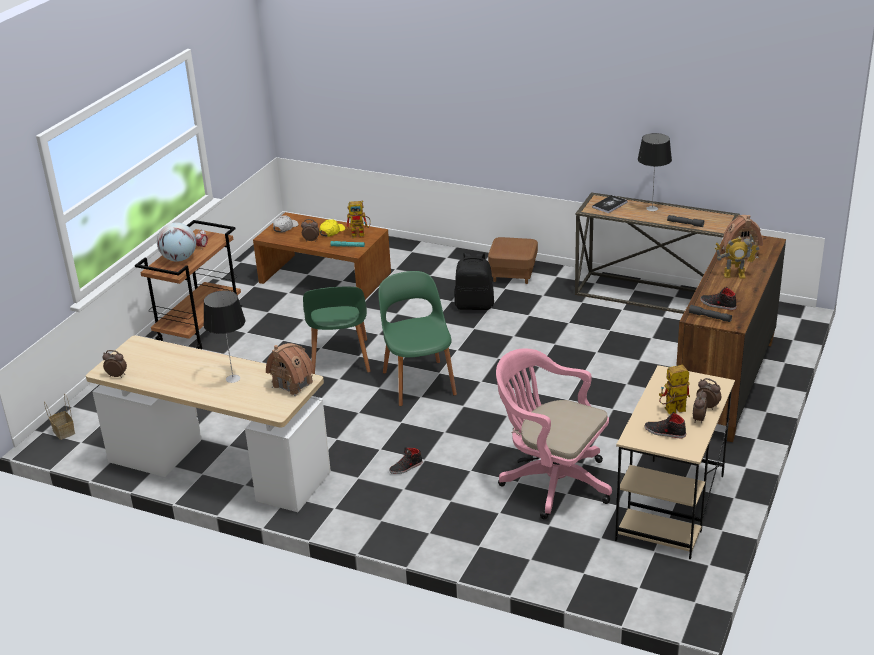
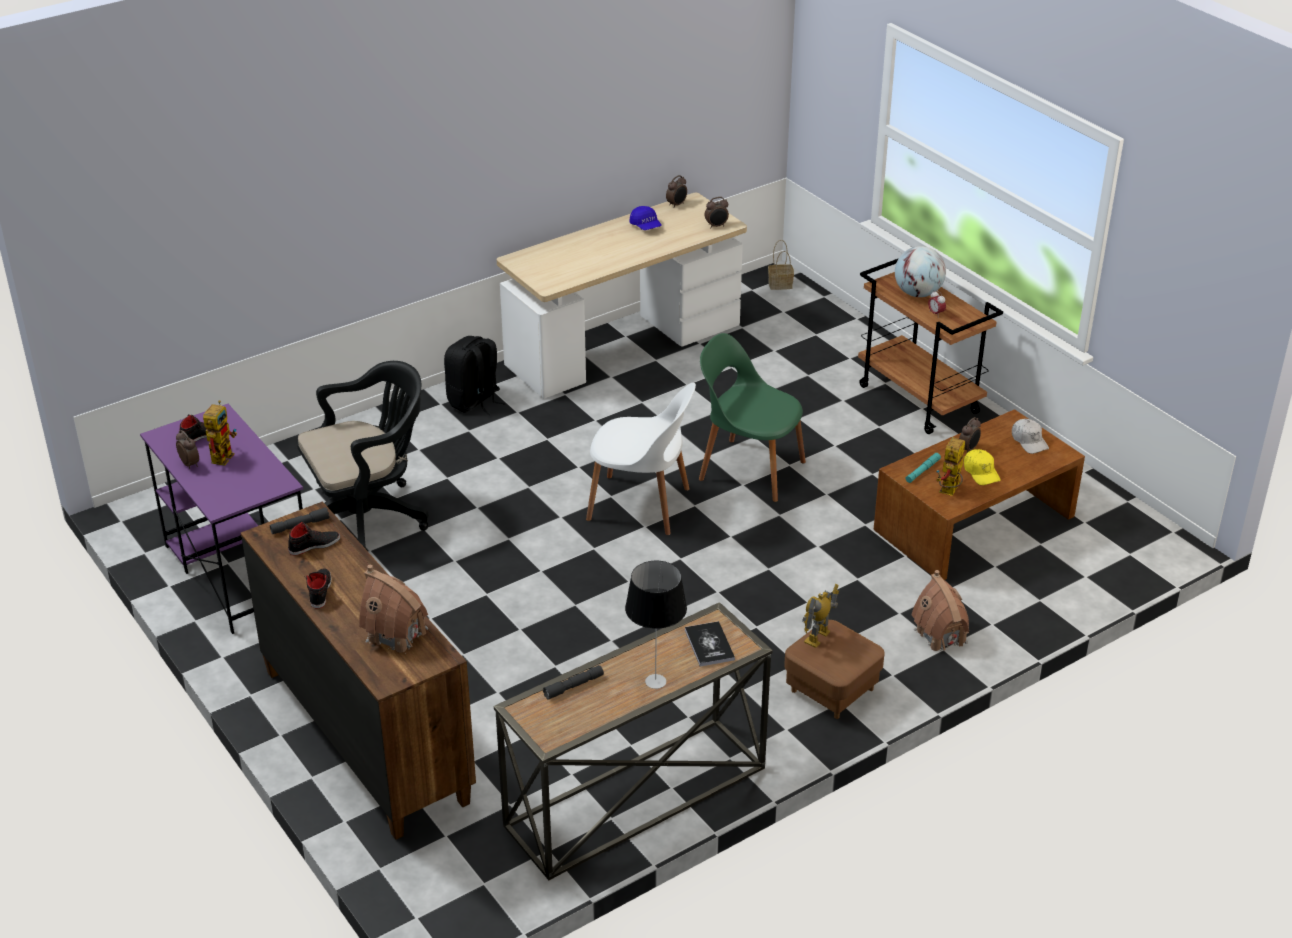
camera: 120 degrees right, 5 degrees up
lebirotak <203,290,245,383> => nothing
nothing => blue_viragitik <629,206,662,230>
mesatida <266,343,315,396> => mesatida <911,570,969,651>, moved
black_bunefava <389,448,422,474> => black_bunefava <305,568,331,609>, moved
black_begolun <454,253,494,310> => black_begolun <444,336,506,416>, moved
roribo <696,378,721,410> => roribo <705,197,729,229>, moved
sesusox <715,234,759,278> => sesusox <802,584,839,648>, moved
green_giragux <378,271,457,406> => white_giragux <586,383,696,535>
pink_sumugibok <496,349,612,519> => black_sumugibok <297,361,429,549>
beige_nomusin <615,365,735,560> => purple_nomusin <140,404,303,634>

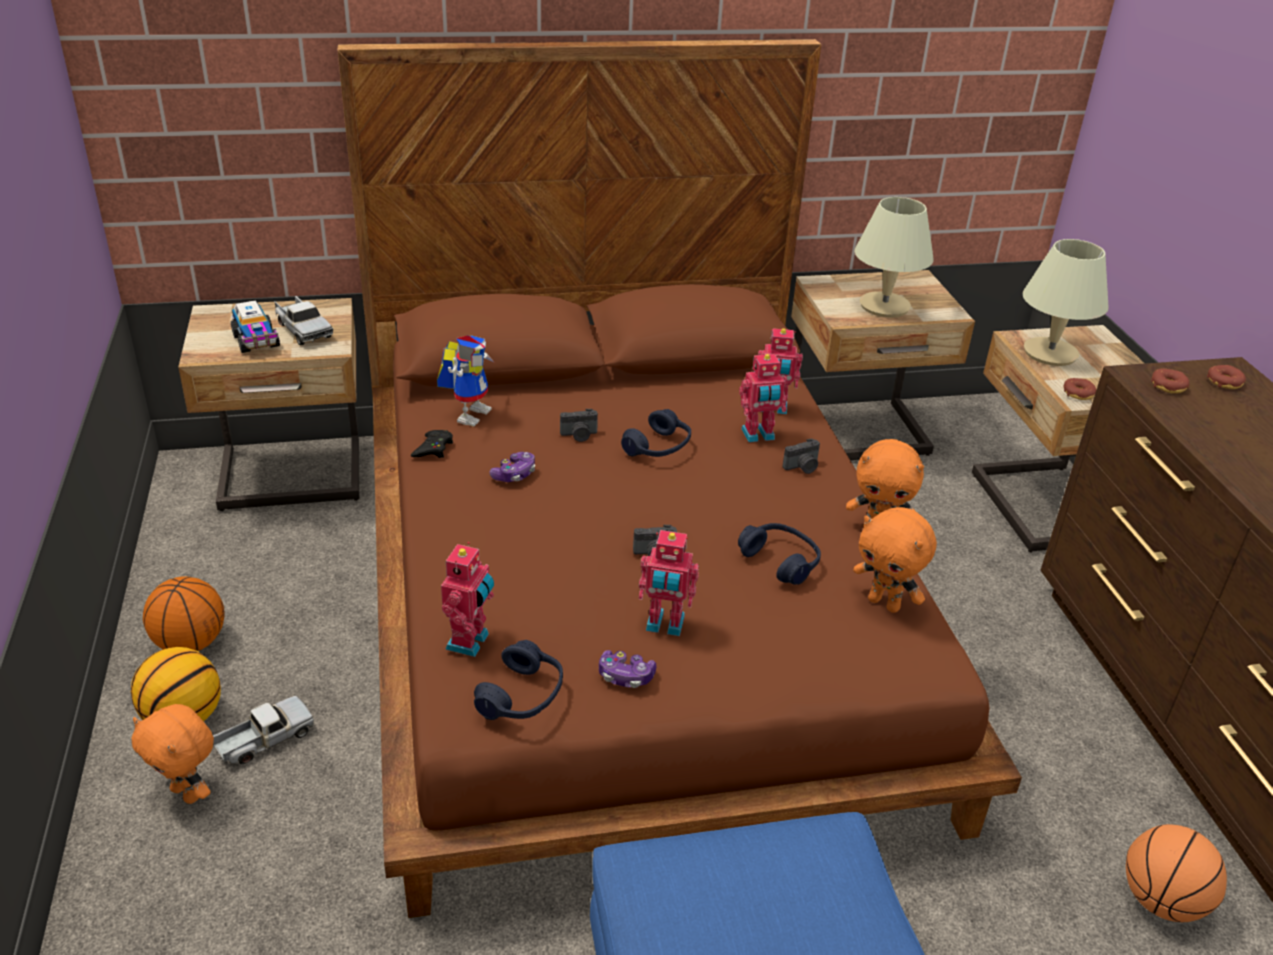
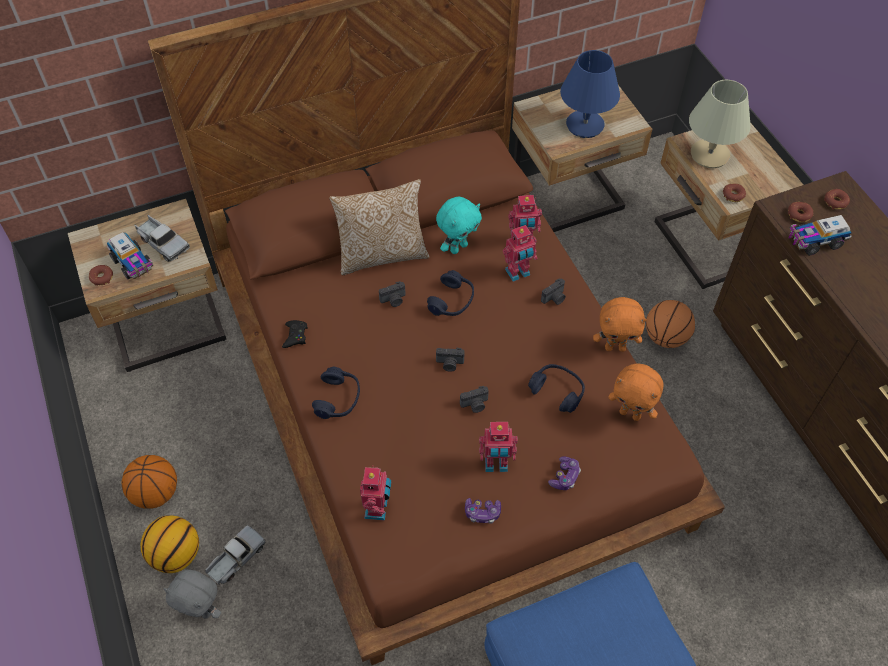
camera: 10 degrees left, 20 degrees up
sesusox <437,335,495,427> => nothing
nothing => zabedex <89,265,113,286>
nothing => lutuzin <329,179,430,275>
nothing => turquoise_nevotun <436,197,482,254>
nothing => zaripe <436,347,464,372>
nothing => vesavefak <788,215,852,256>
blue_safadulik <474,640,563,720> => blue_safadulik <312,366,360,419>, moved
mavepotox <489,452,535,482> => mavepotox <548,456,581,490>, moved
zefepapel <1126,824,1227,922> => zefepapel <646,300,695,348>, moved
orange_nevotun <131,704,214,804> => grey_nevotun <163,569,221,619>
beige_lebirotak <855,197,934,317> => blue_lebirotak <560,50,620,138>

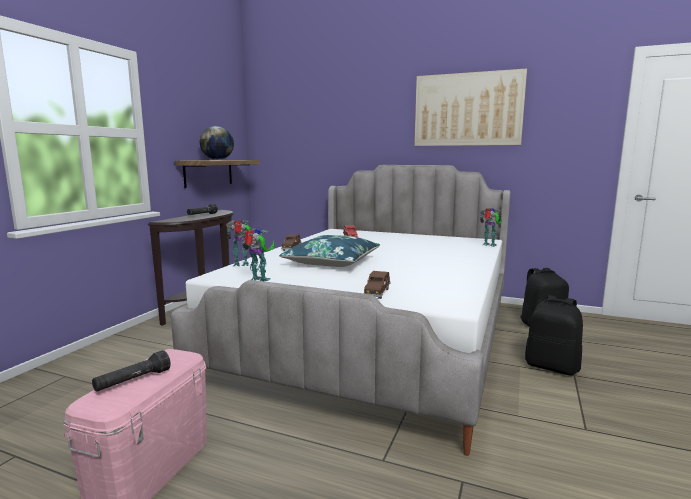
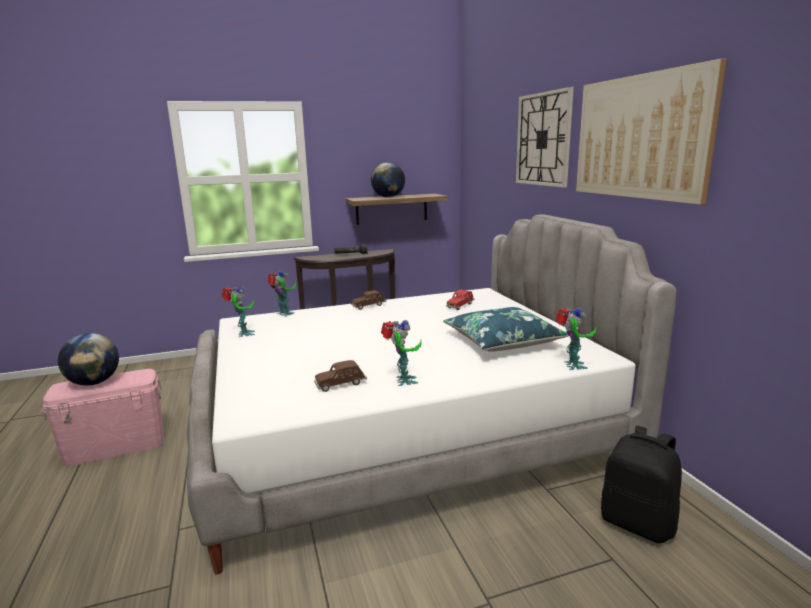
camera: 50 degrees right, 5 degrees up
black_begolun <525,295,583,375> => nothing
nothing => sesusox <381,320,422,386>
nothing => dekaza <516,87,574,188>
blue_lutuzin <279,235,380,267> => blue_lutuzin <443,307,569,352>, moved
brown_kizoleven <363,271,391,299> => brown_kizoleven <314,360,367,392>, moved
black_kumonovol <92,350,171,392> => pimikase <58,333,119,386>

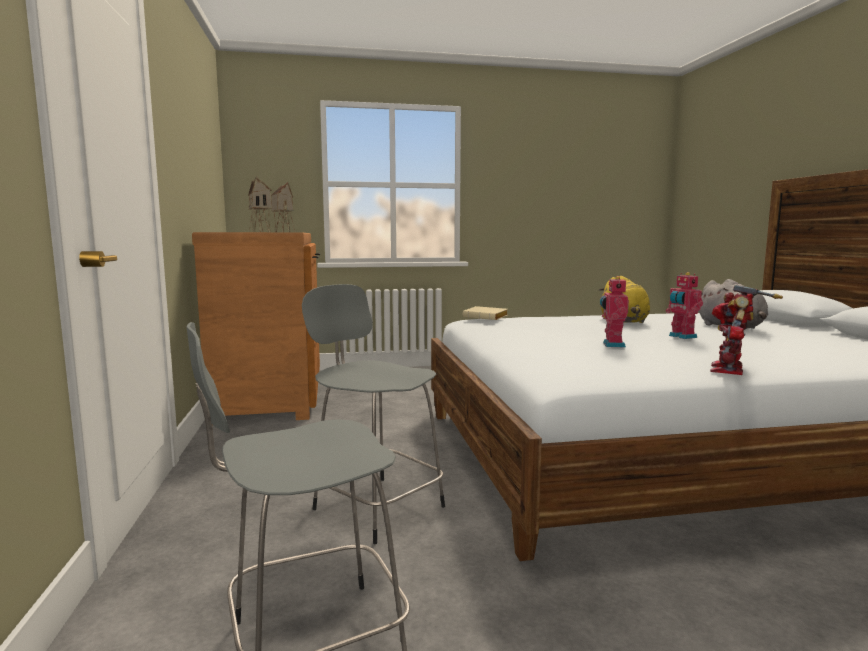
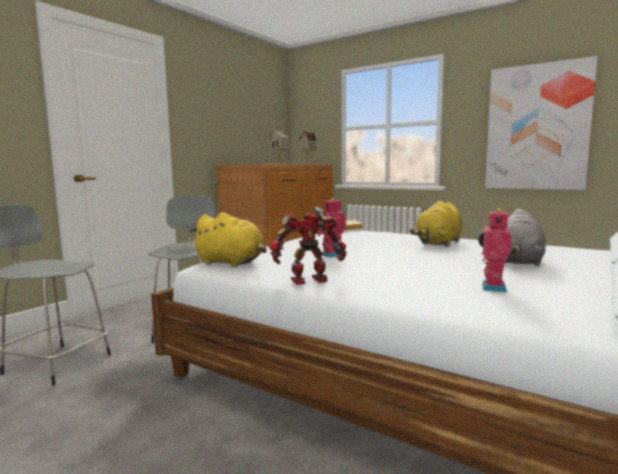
camera: 45 degrees right, 0 degrees up
nothing => yellow_nevotun <190,212,267,267>
nothing => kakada <485,56,597,190>
sesusox <666,272,703,339> => sesusox <478,208,512,292>, moved

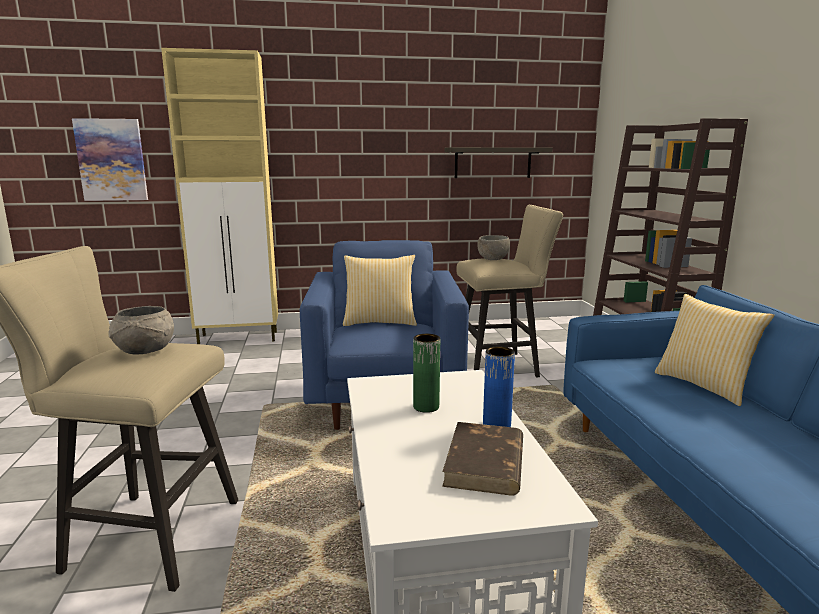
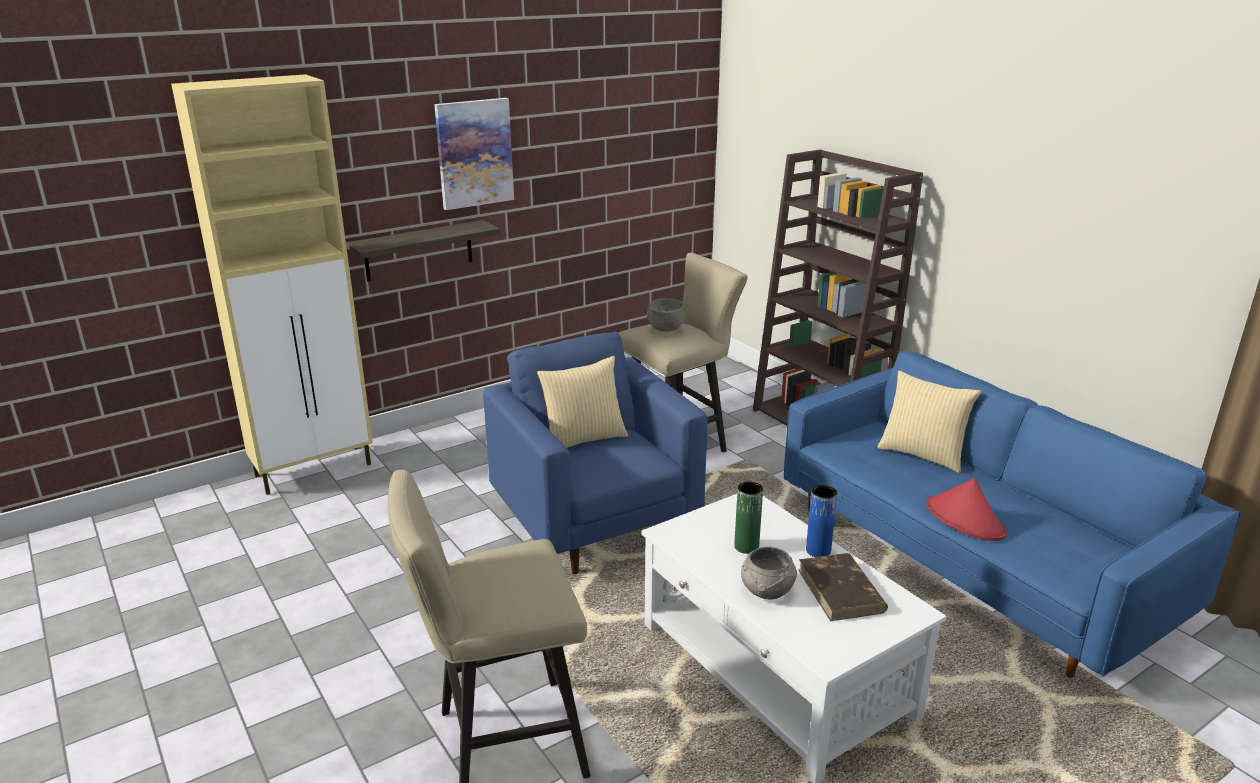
camera: 25 degrees left, 10 degrees up
nothing => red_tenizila <926,478,1007,541>
kakada <72,118,148,201> => kakada <434,98,514,210>, moved
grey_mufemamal <108,306,174,354> => grey_mufemamal <741,547,797,600>, moved
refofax <444,147,553,178> => refofax <346,220,501,282>, moved

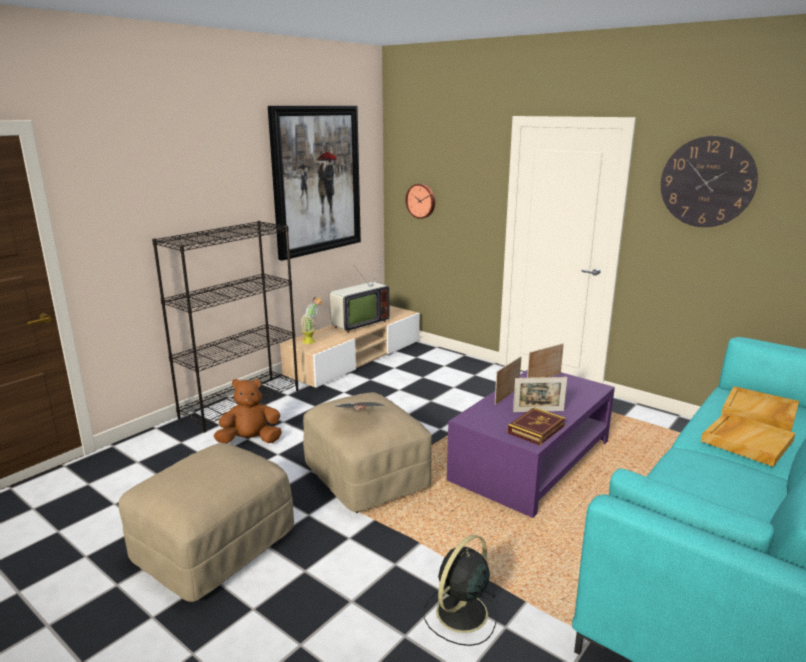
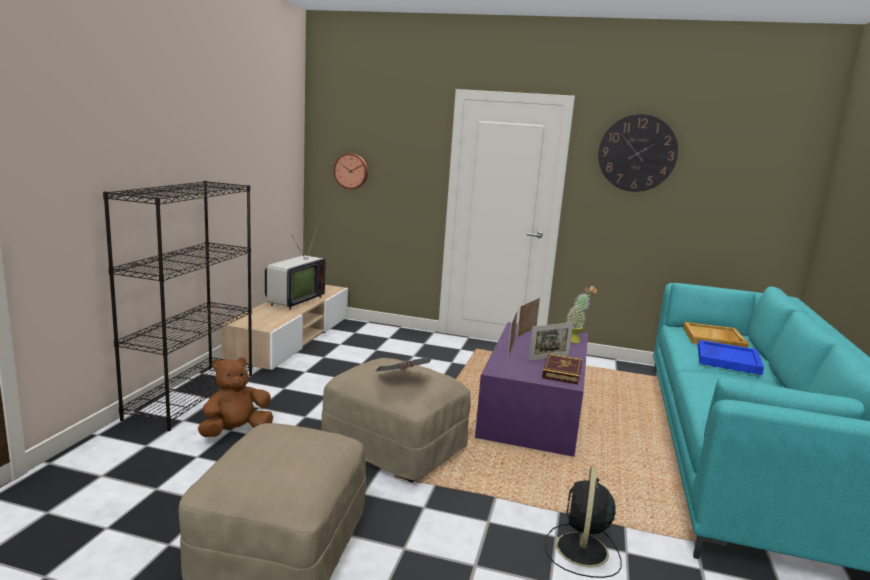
camera: 25 degrees left, 5 degrees down
kakada <268,106,361,261> => nothing
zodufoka <300,297,322,344> => zodufoka <566,286,597,343>, moved
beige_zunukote <701,412,796,467> => blue_zunukote <698,340,764,375>

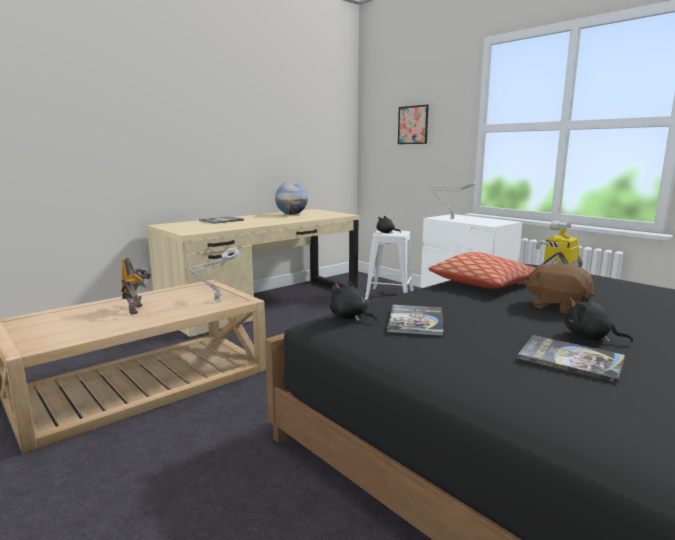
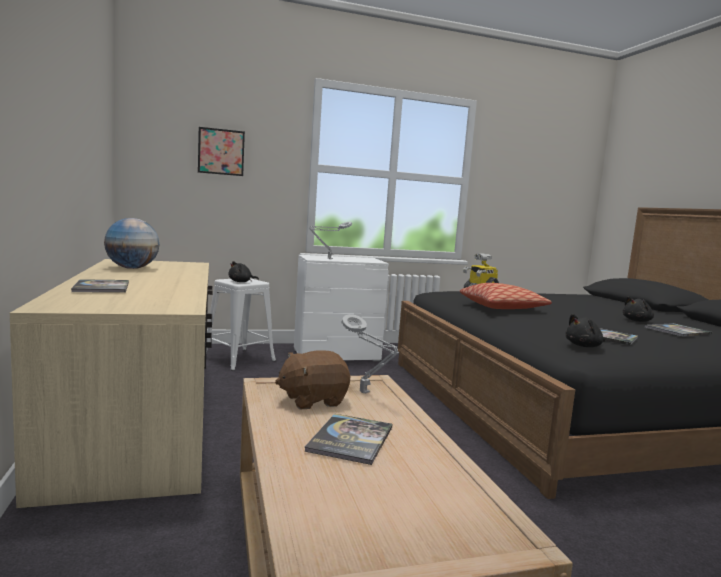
camera: 65 degrees left, 5 degrees down
brown_nevotun <524,263,594,313> => brown_nevotun <275,350,350,409>, moved
sesusox <121,258,152,315> => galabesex <304,414,392,465>

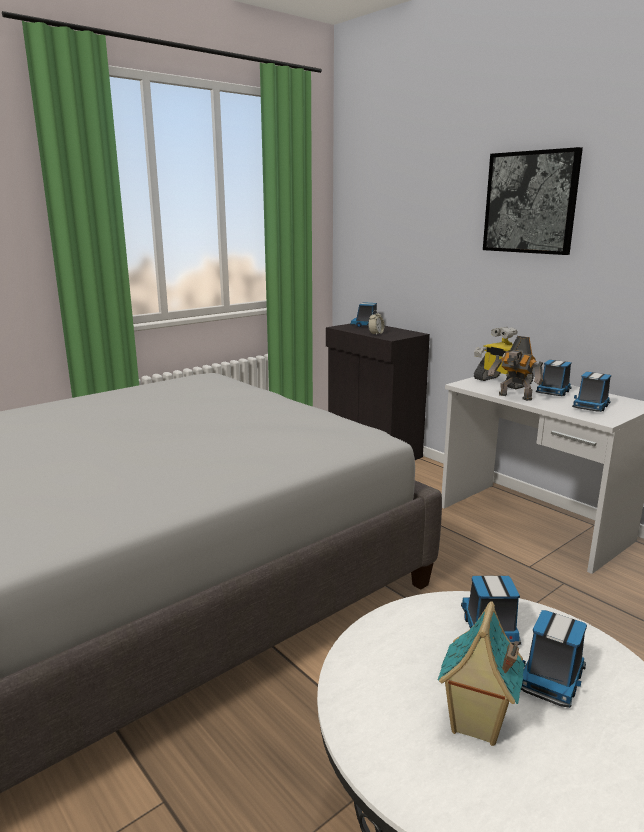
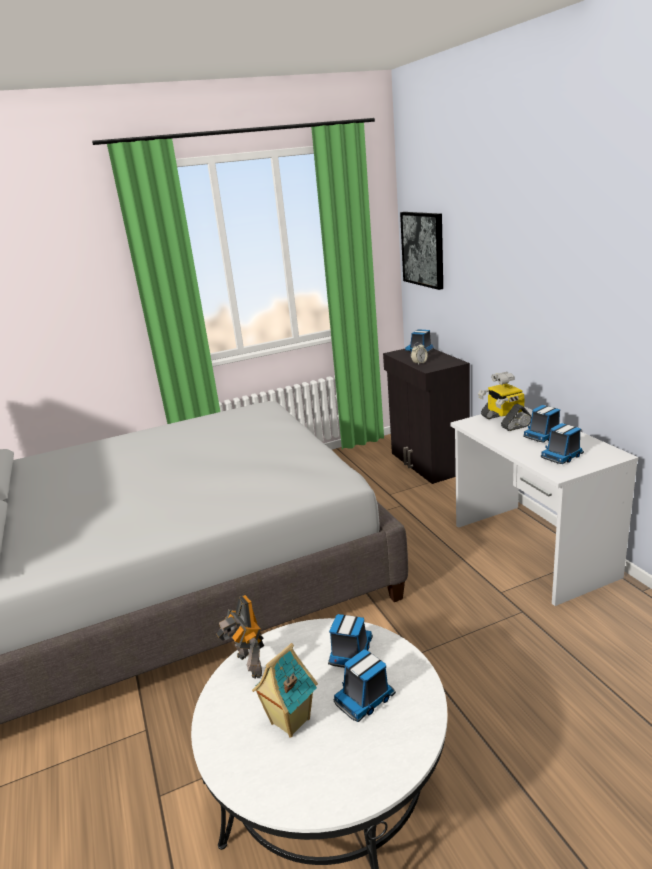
camera: 20 degrees right, 5 degrees up
kakada <483,147,583,255> => kakada <400,212,443,290>, moved
sesusox <488,336,543,401> => sesusox <216,595,264,679>, moved

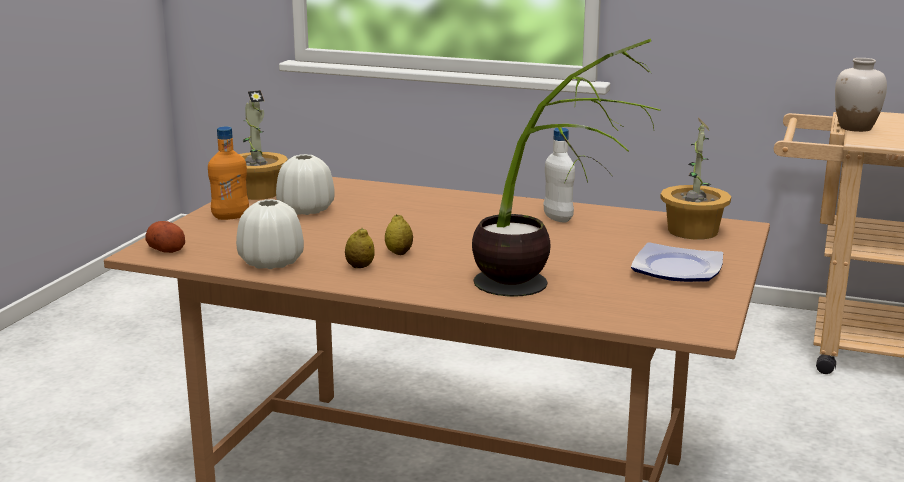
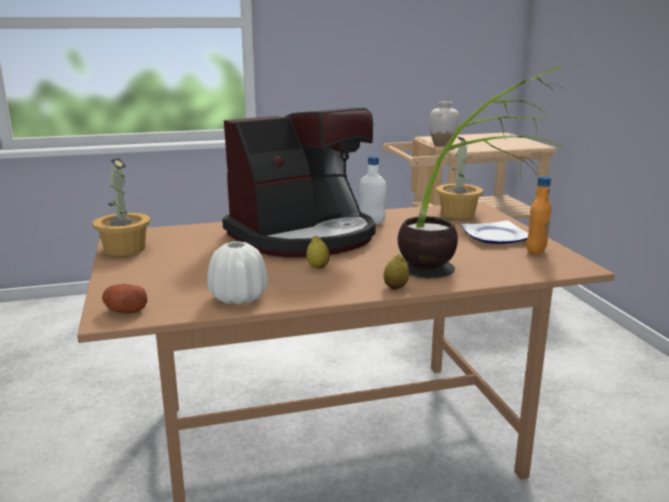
camera: 35 degrees left, 0 degrees up
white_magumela <276,154,335,215> => nothing
nothing => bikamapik <222,108,376,257>
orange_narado <208,126,249,220> => orange_narado <526,176,552,255>, moved
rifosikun <345,228,375,268> => rifosikun <383,254,409,290>, moved

